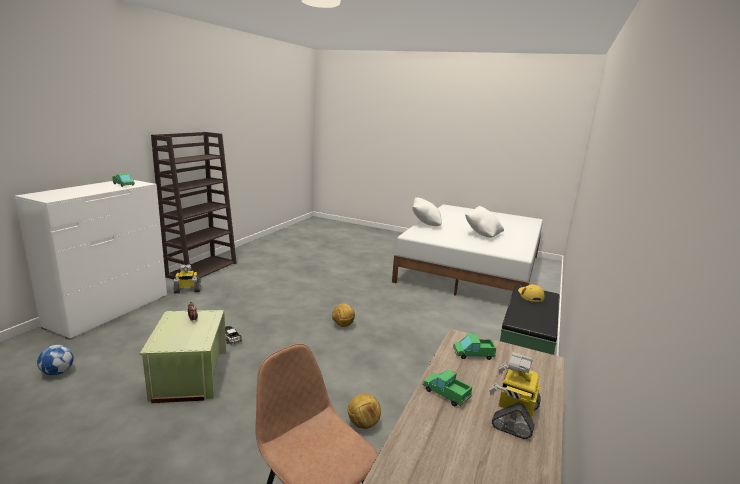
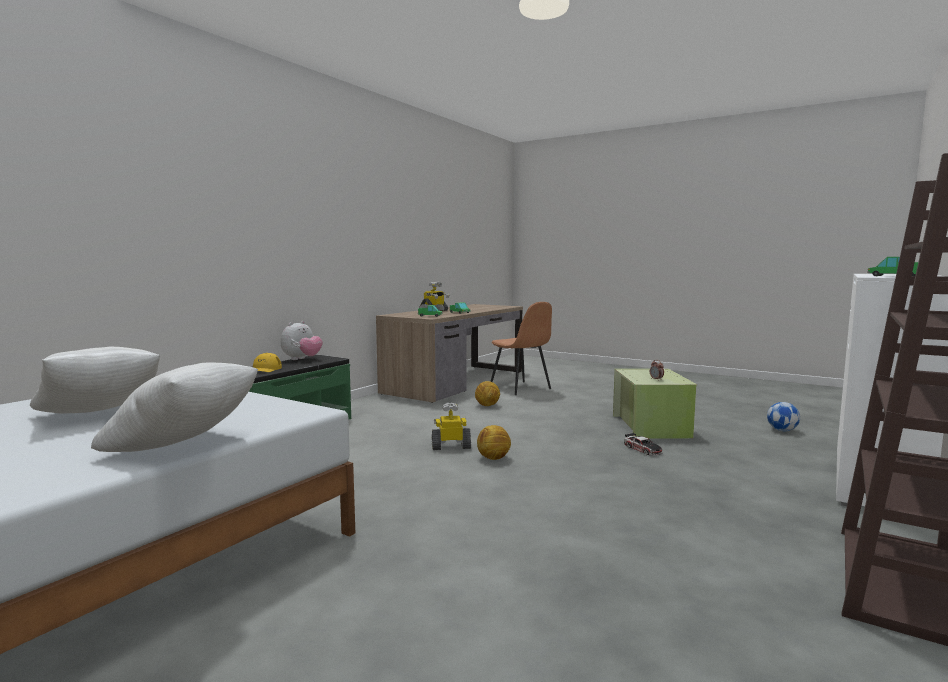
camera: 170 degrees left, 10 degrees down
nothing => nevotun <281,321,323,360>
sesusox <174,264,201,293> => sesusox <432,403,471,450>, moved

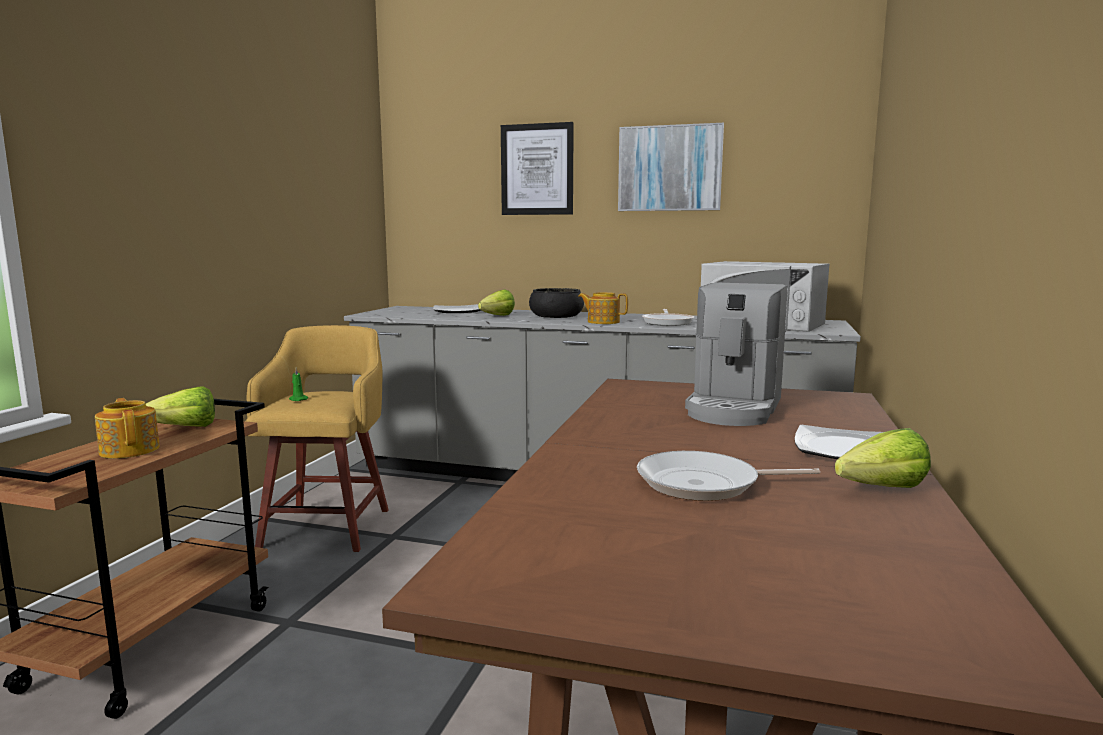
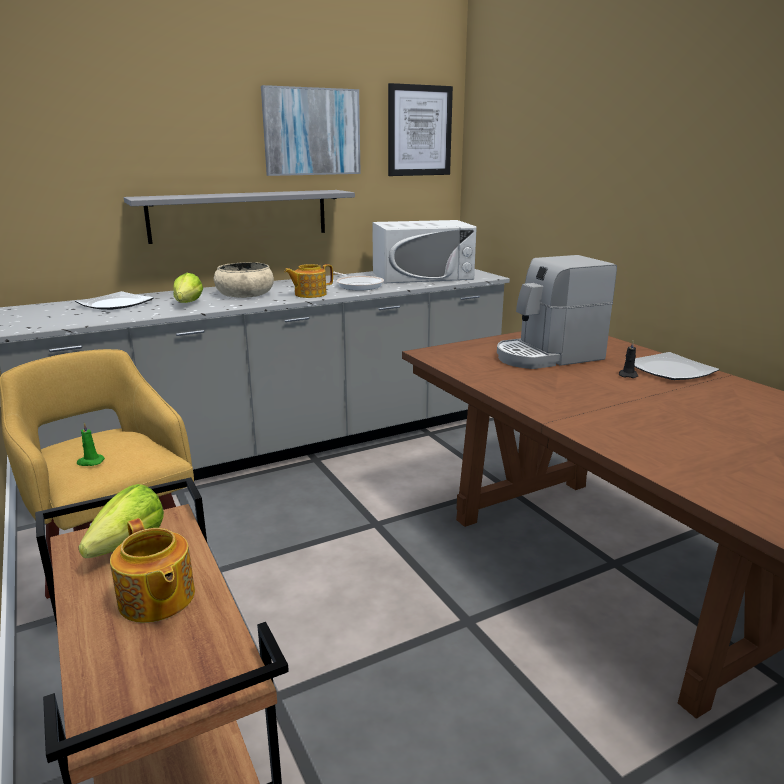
camera: 45 degrees left, 10 degrees up
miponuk <637,451,820,501> => nothing
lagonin <835,428,931,488> => nothing
nothing => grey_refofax <124,190,355,244>
nothing => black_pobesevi <619,341,638,378>
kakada <501,122,574,215> => kakada <388,83,453,176>, moved
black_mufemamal <529,288,584,318> => beige_mufemamal <214,262,274,298>
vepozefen <95,398,160,459> => vepozefen <110,518,195,623>, 135 degrees counterclockwise
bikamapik <685,282,787,426> => bikamapik <497,255,617,369>, 90 degrees clockwise

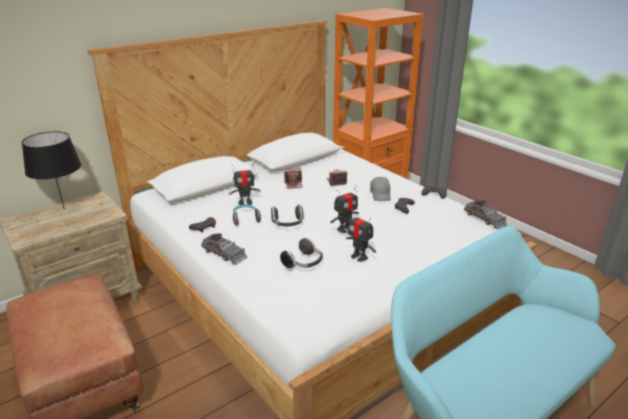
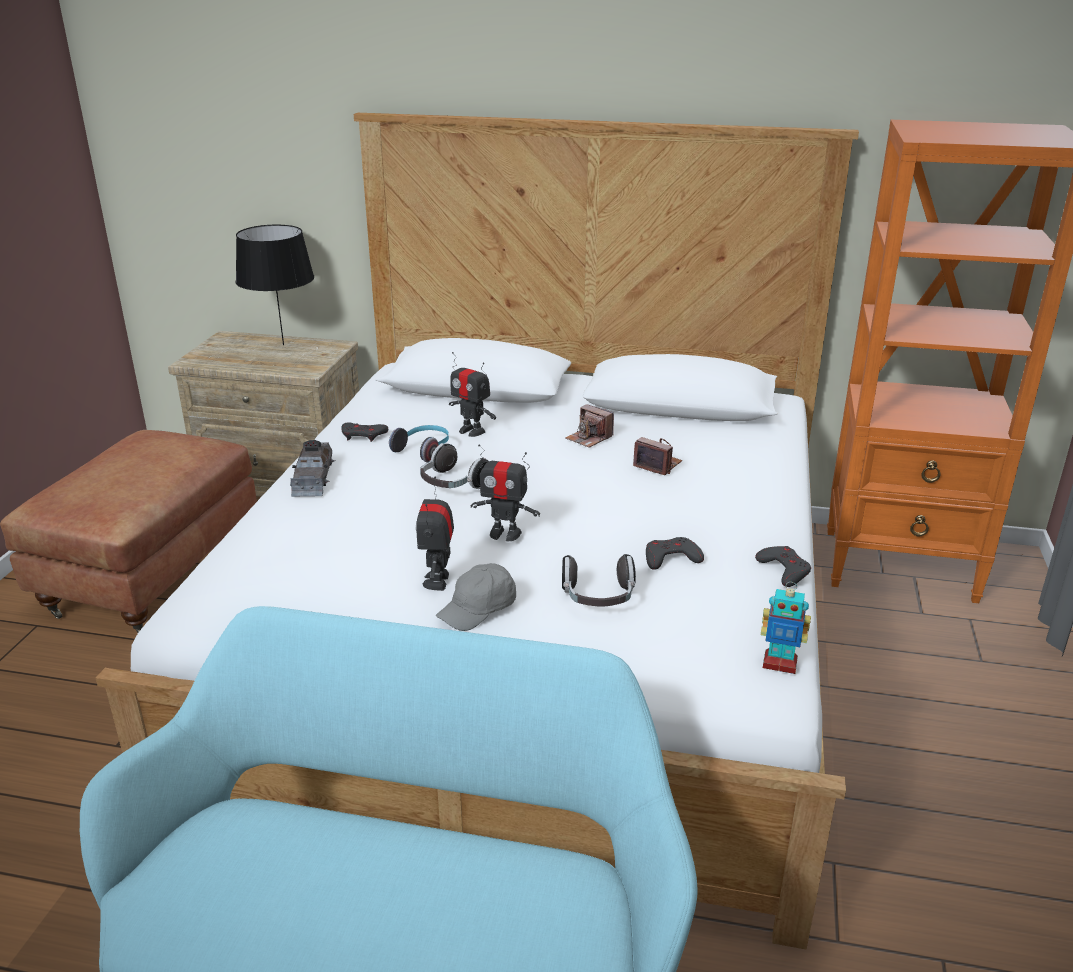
camera: 50 degrees right, 0 degrees up
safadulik <280,238,323,269> => safadulik <562,554,636,607>, moved
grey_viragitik <370,177,391,201> => grey_viragitik <436,563,516,631>, moved
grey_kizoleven <464,200,507,230> => sesusox <761,582,811,674>

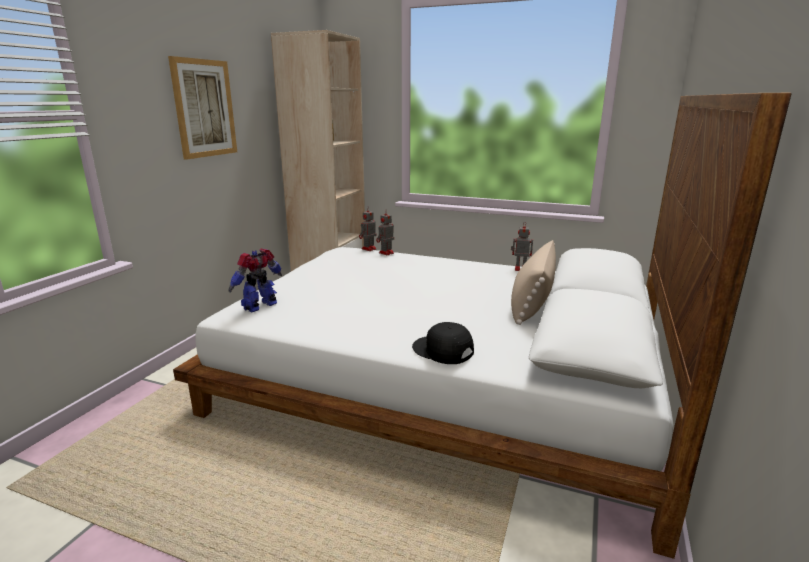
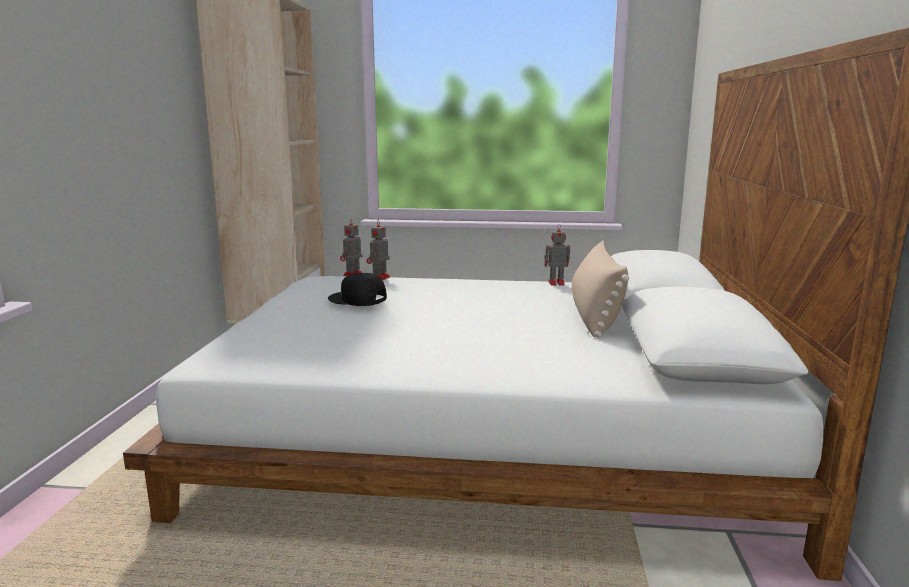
camera: 15 degrees left, 5 degrees down
kakada <168,56,237,160> => nothing
sesusox <229,249,282,312> => nothing
black_viragitik <412,322,474,364> => black_viragitik <328,273,387,306>, moved

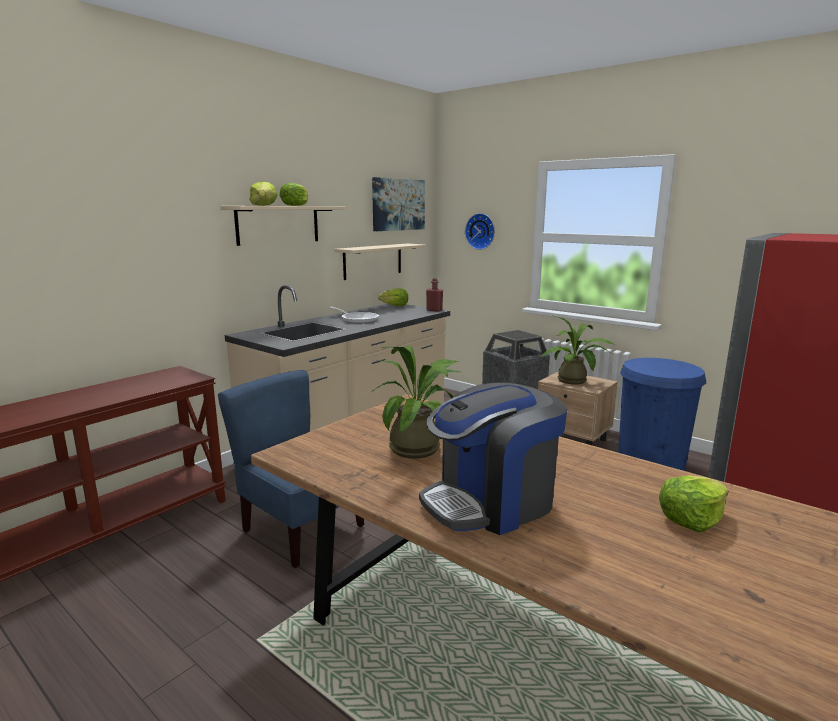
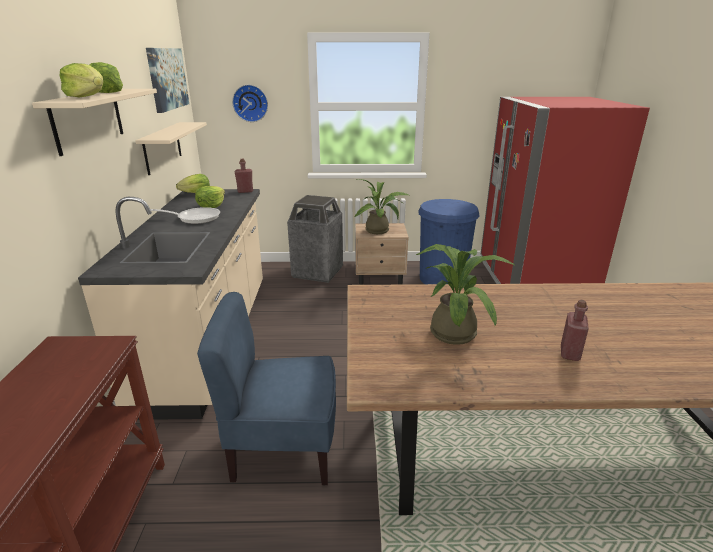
camera: 40 degrees left, 10 degrees up
lagonin <659,475,729,532> => lagonin <195,186,225,208>, moved
bikamapik <419,383,567,535> => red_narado <561,300,589,361>

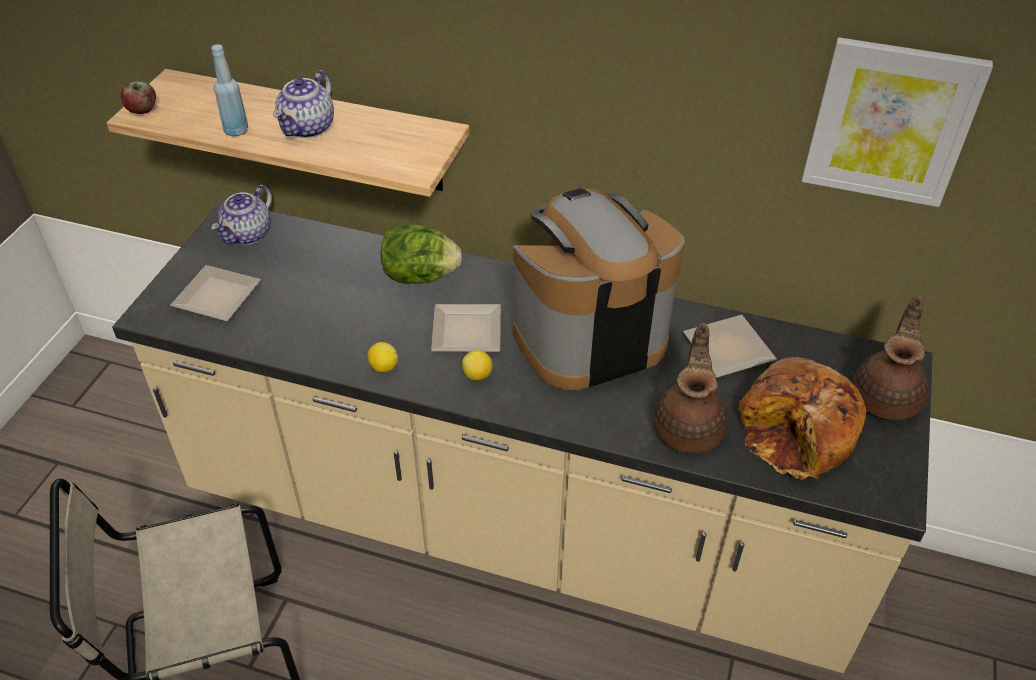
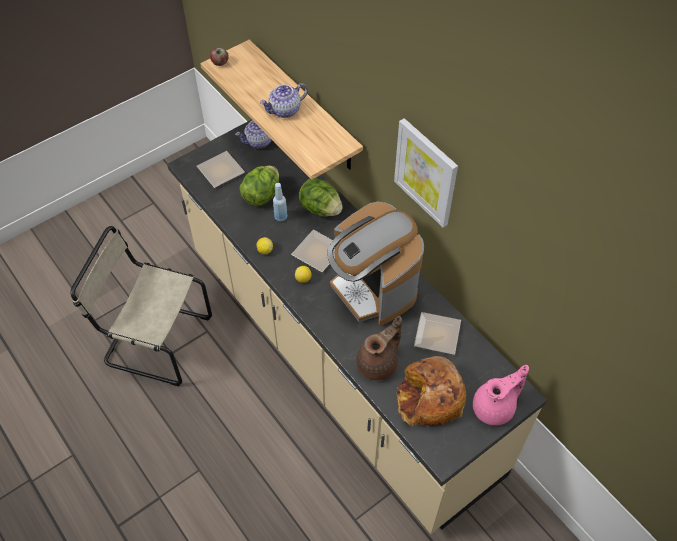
camera: 35 degrees right, 10 degrees up
nothing => lagonin <240,166,279,206>
blue_narado <211,44,248,137> => blue_narado <273,183,287,221>, moved
kakada <802,37,993,207> => kakada <394,118,458,227>, moved
brown_vepozefen <853,296,929,420> => pink_vepozefen <473,365,529,426>
bikamapik <513,188,685,390> => bikamapik <327,202,424,326>, 135 degrees counterclockwise

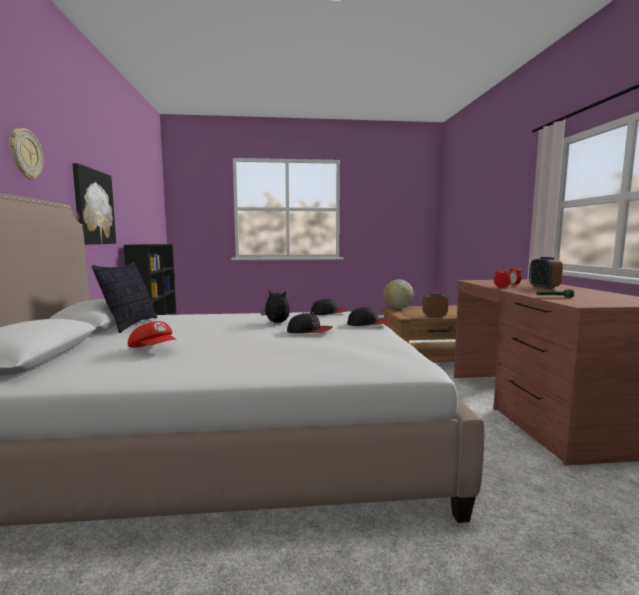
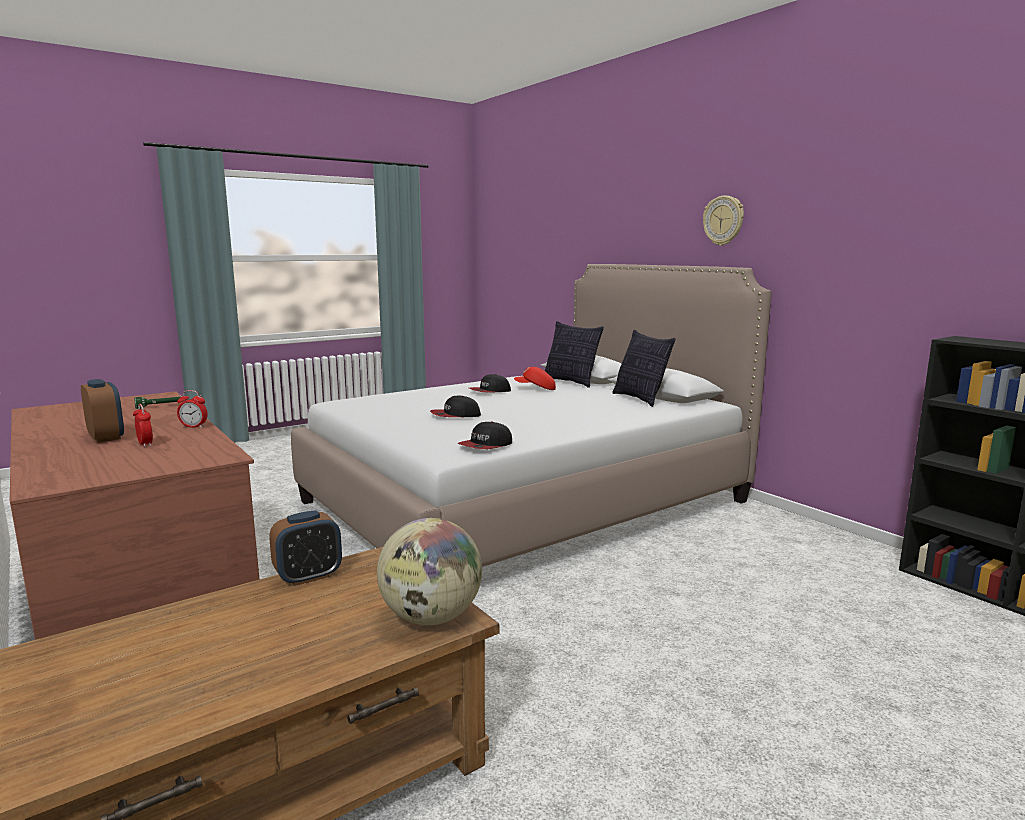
camera: 150 degrees right, 5 degrees up
kakada <72,163,116,244> => nothing
nevotun <261,290,290,323> => nothing
nothing => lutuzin <545,321,604,388>
viragitik <347,307,390,326> => viragitik <469,374,511,392>, moved

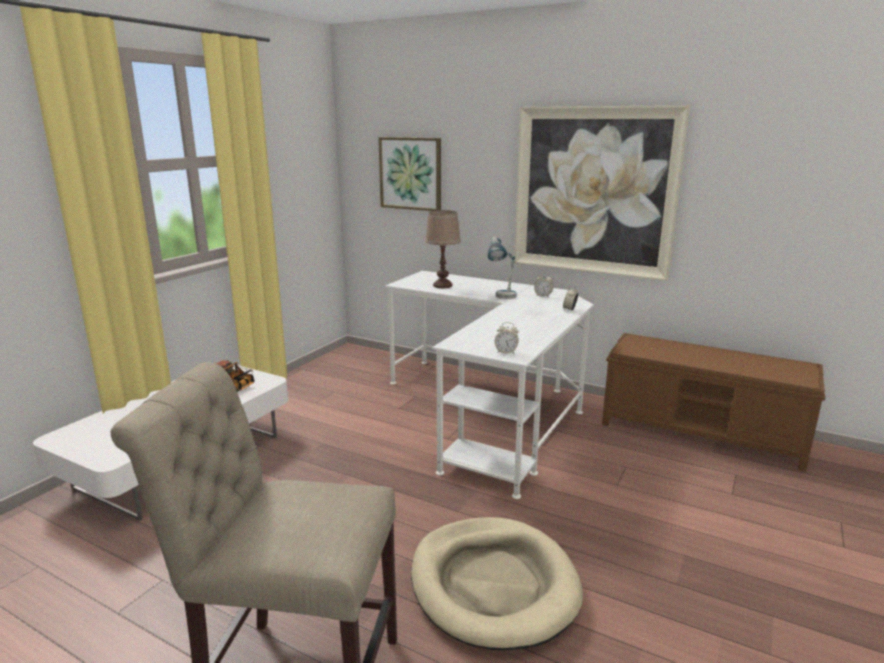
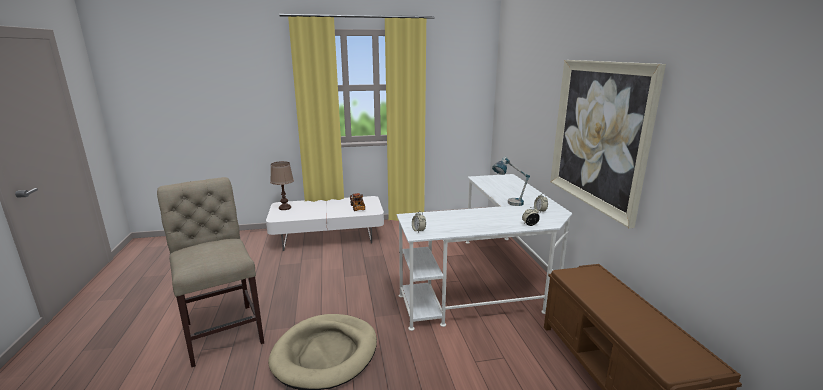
camera: 50 degrees right, 0 degrees up
kakada <378,137,441,211> => nothing
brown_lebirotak <425,210,461,288> => brown_lebirotak <270,161,294,210>, moved

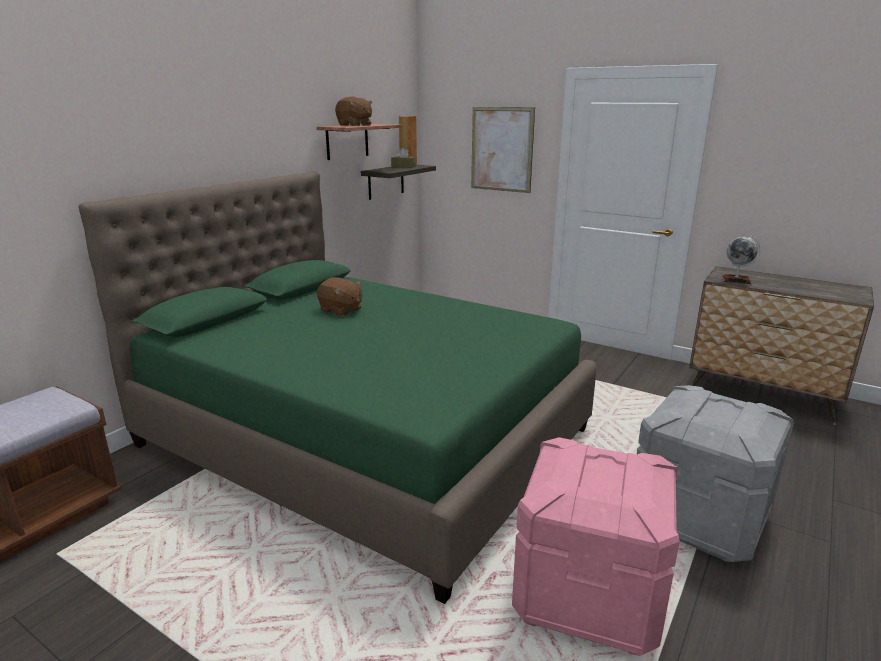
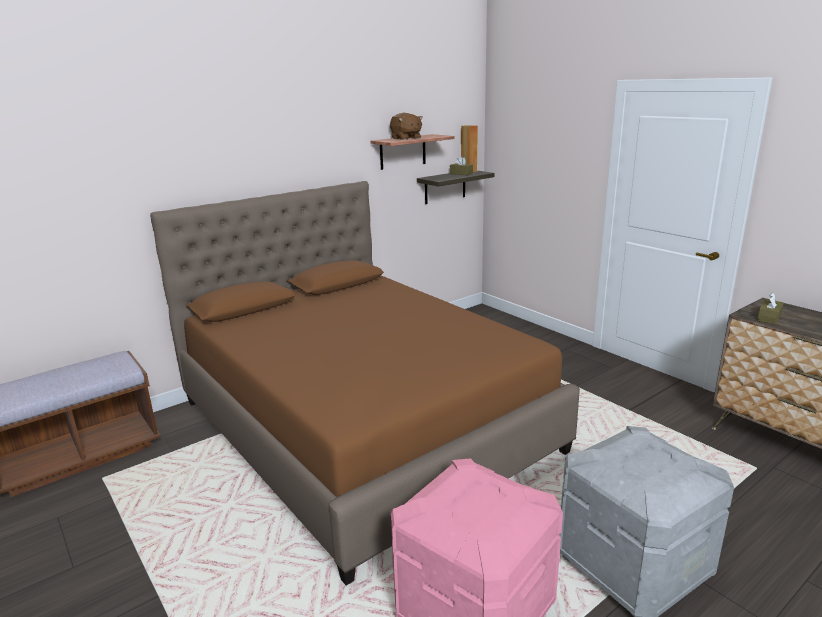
camera: 20 degrees right, 0 degrees up
brown_nevotun <317,277,362,316> => nothing
kakada <471,107,535,193> => nothing
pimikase <722,236,761,284> => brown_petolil <757,293,784,324>
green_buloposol <79,172,596,604> => brown_buloposol <150,181,580,585>

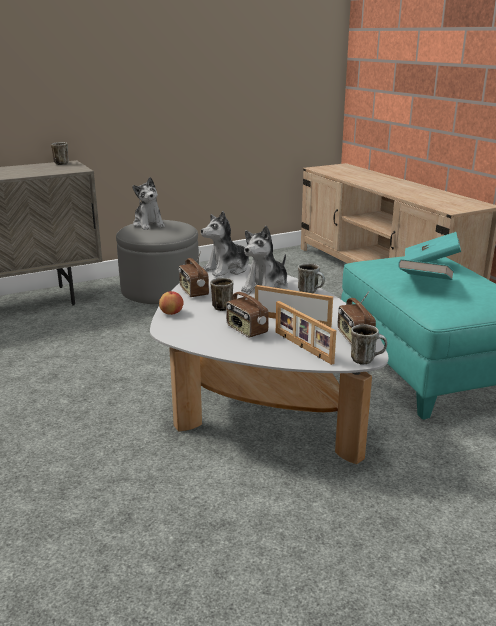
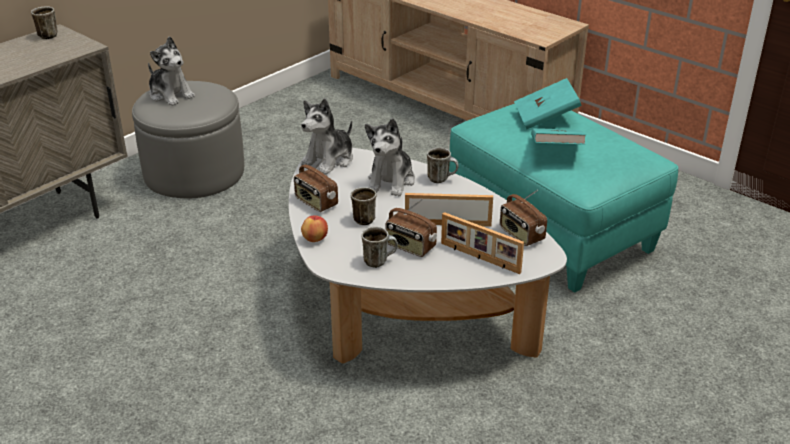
camera: 20 degrees left, 10 degrees up
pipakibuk <351,324,387,365> => pipakibuk <361,227,398,268>, moved

